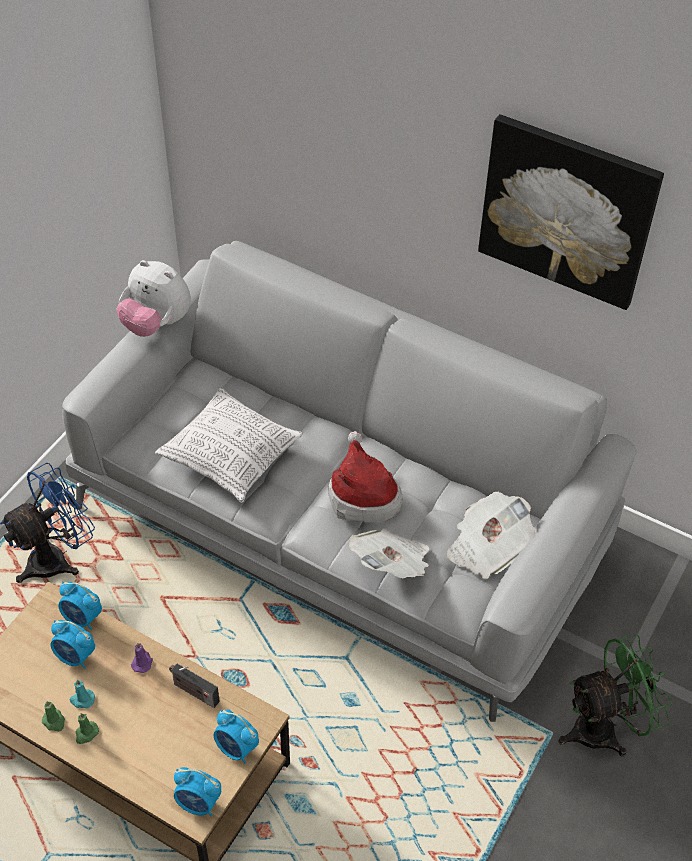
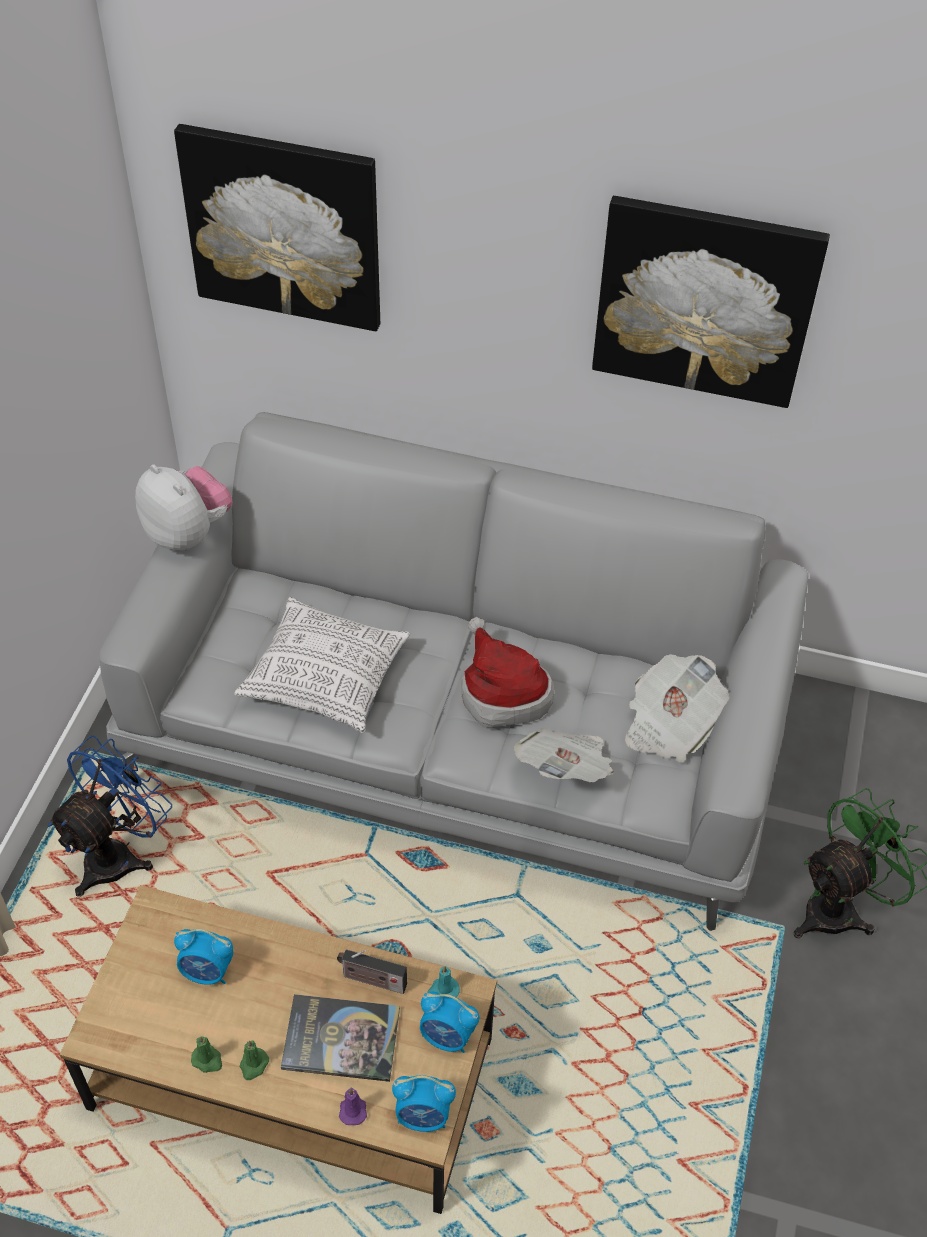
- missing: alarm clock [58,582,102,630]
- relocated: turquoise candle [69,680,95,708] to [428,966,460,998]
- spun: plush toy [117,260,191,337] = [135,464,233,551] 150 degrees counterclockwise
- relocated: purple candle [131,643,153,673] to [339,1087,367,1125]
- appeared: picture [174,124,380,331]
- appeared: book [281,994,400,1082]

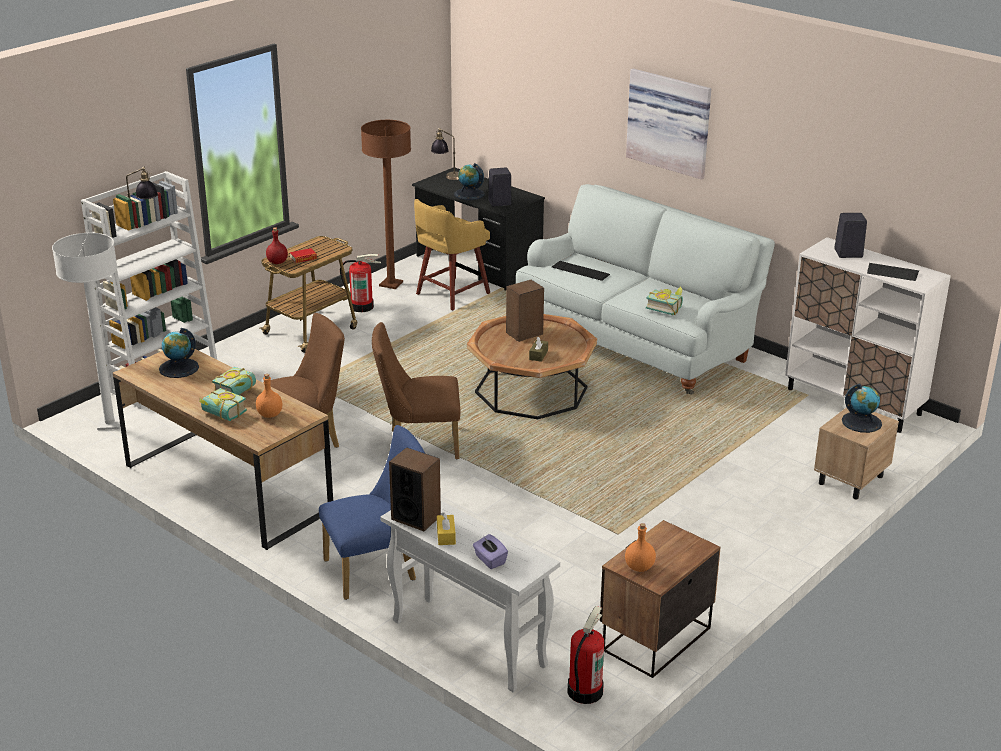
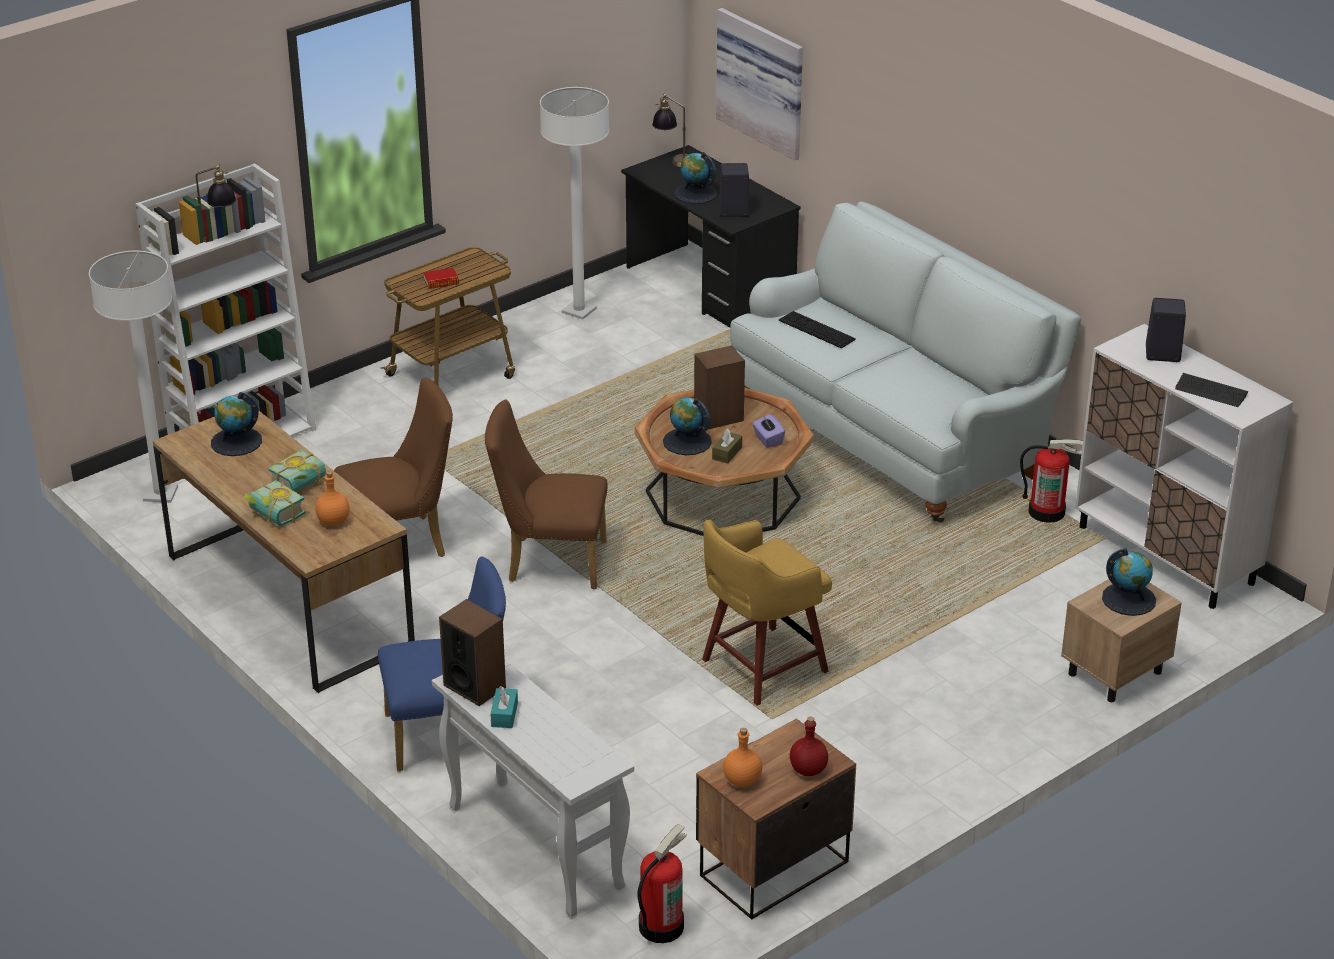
- relocated: red bottle [266,227,288,264] to [790,717,828,776]
- relocated: fire extinguisher [340,254,381,312] to [1020,439,1083,523]
- colour: brown floor lamp [361,120,411,289] to white floor lamp [540,87,609,319]
- relocated: yellow stool [414,199,490,310] to [702,520,832,706]
- colour: yellow tissue box [437,512,456,545] to turquoise tissue box [490,686,518,728]
- relocated: purple tissue box [473,534,508,569] to [752,414,785,448]
- relocated: picture [626,69,711,180] to [716,8,803,161]
- missing: book [646,287,683,315]
- appeared: globe [663,397,712,455]

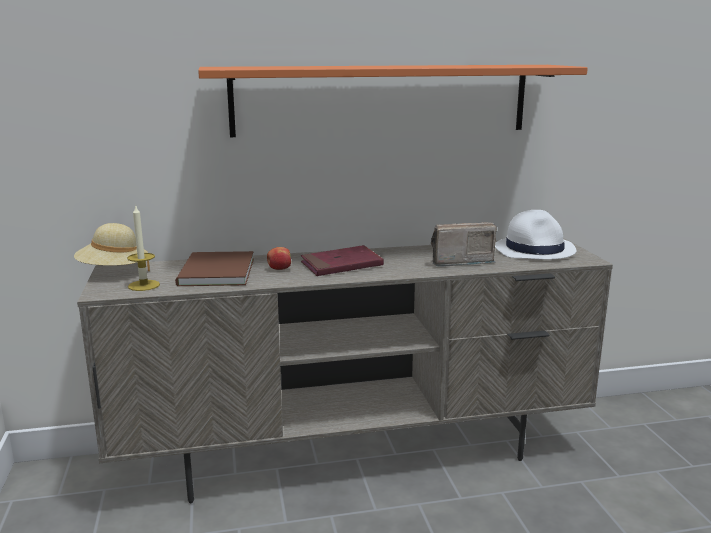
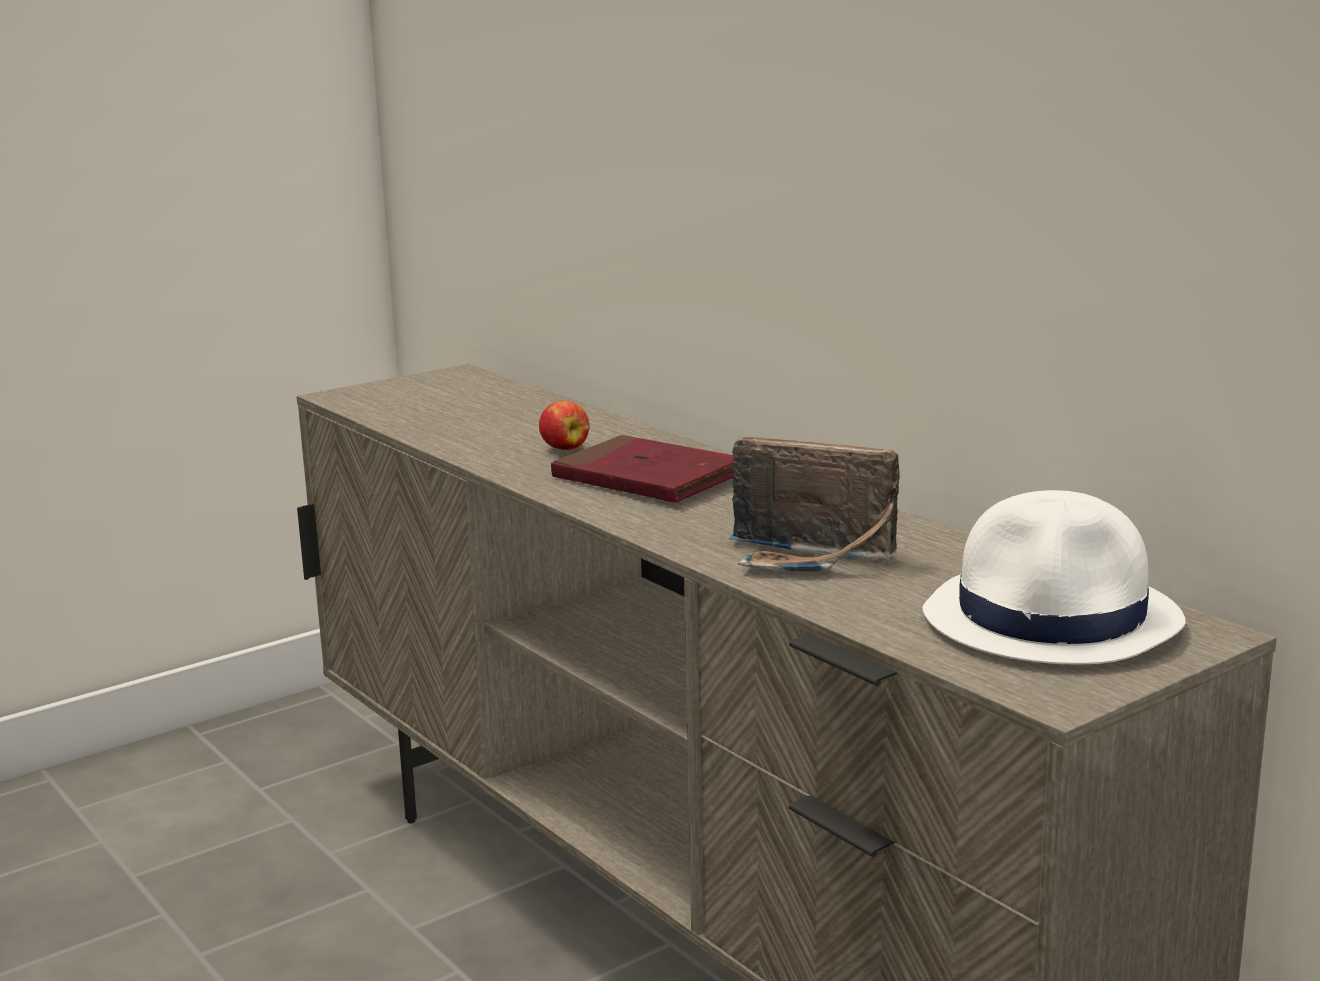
- missing: beige hat [74,223,150,271]
- missing: candle [127,204,160,291]
- missing: brown book [175,251,254,286]
- missing: orange shelf [198,65,588,137]
- spun: radio [431,222,497,267] = [729,437,900,571] 150 degrees clockwise

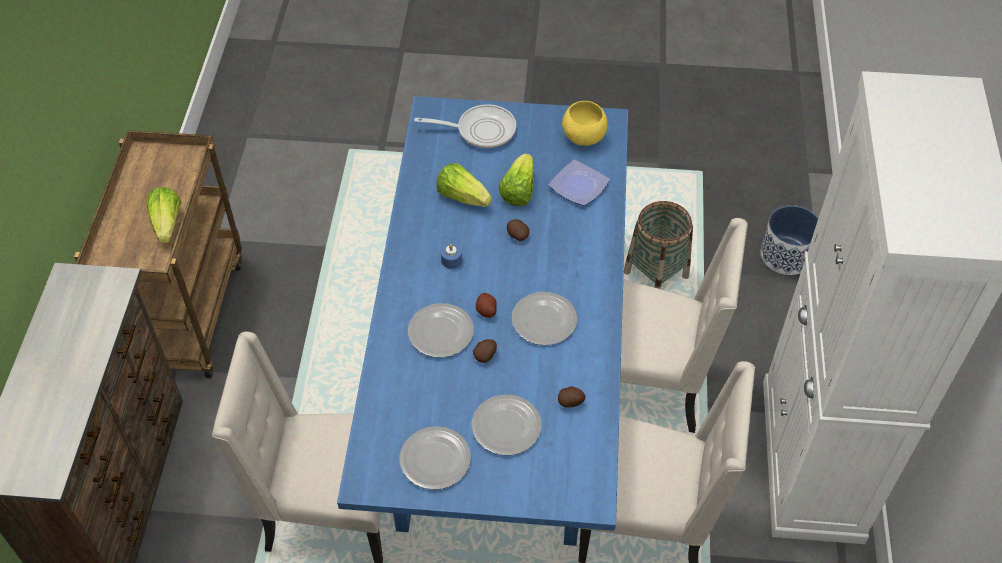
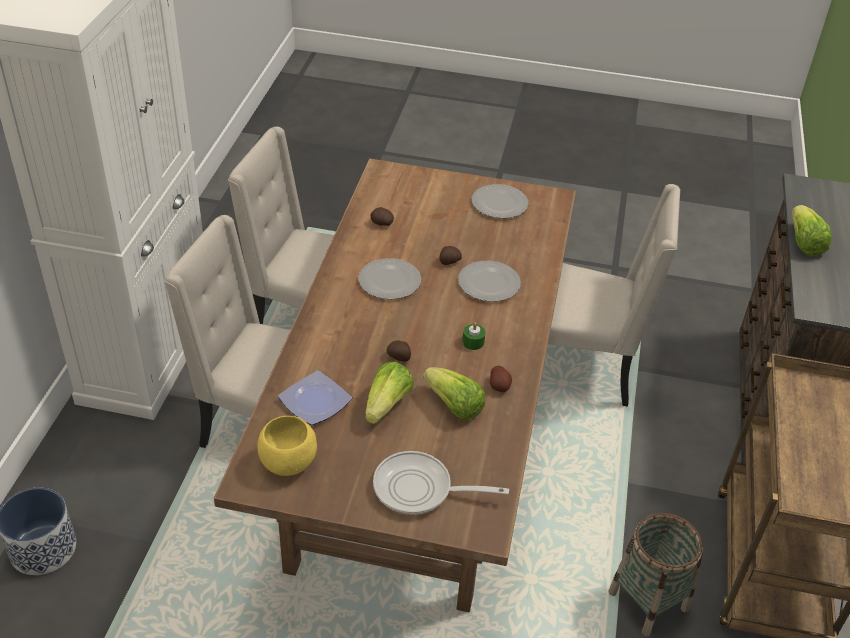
- relocated: lettuce [146,187,182,243] to [792,205,832,256]
- colour: blue dining table [337,96,628,546] to brown dining table [214,159,576,613]
- colour: blue candle [441,244,462,269] to green candle [462,322,486,350]
- missing: plate [472,395,542,455]
- relocated: potato [476,293,497,318] to [490,366,512,392]
- relocated: basket [624,201,693,289] to [608,513,703,636]

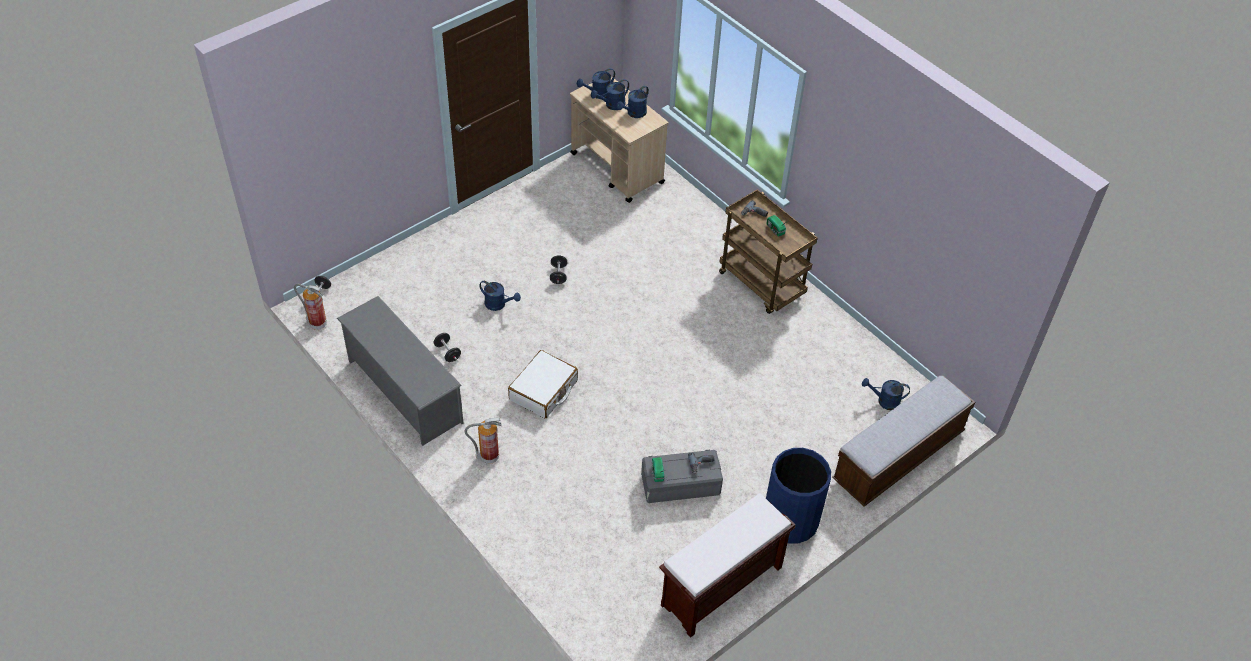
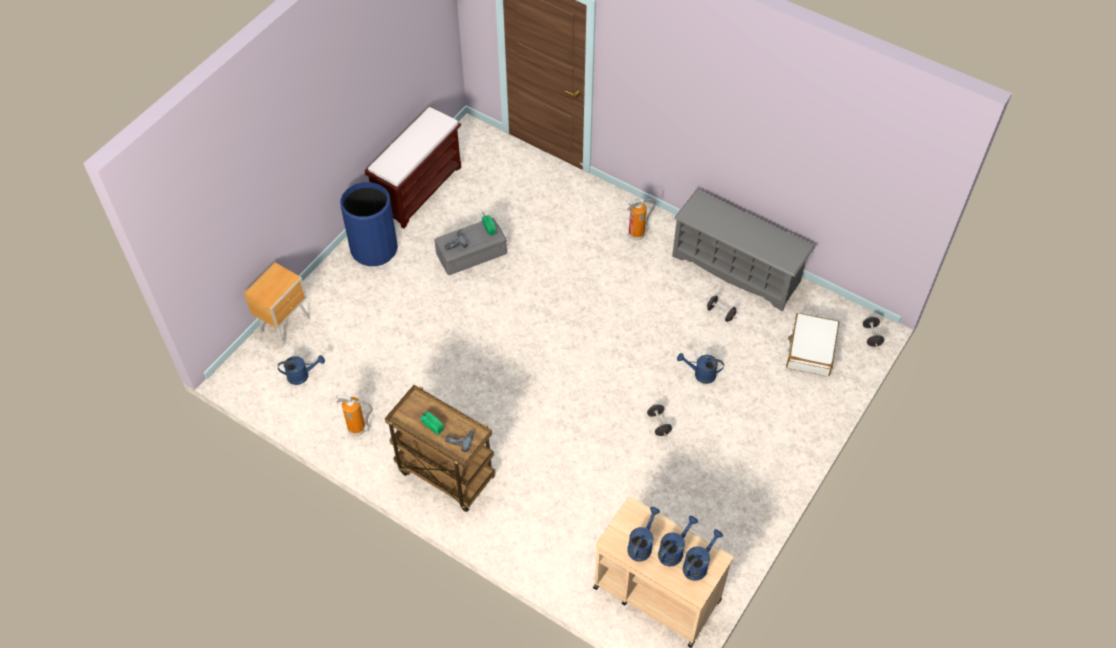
- relocated: fire extinguisher [294,284,327,330] to [336,395,373,436]
- relocated: white suitcase [508,350,578,418] to [786,313,839,377]
- exchanged: bench [832,375,975,507] to brown nightstand [244,262,310,347]

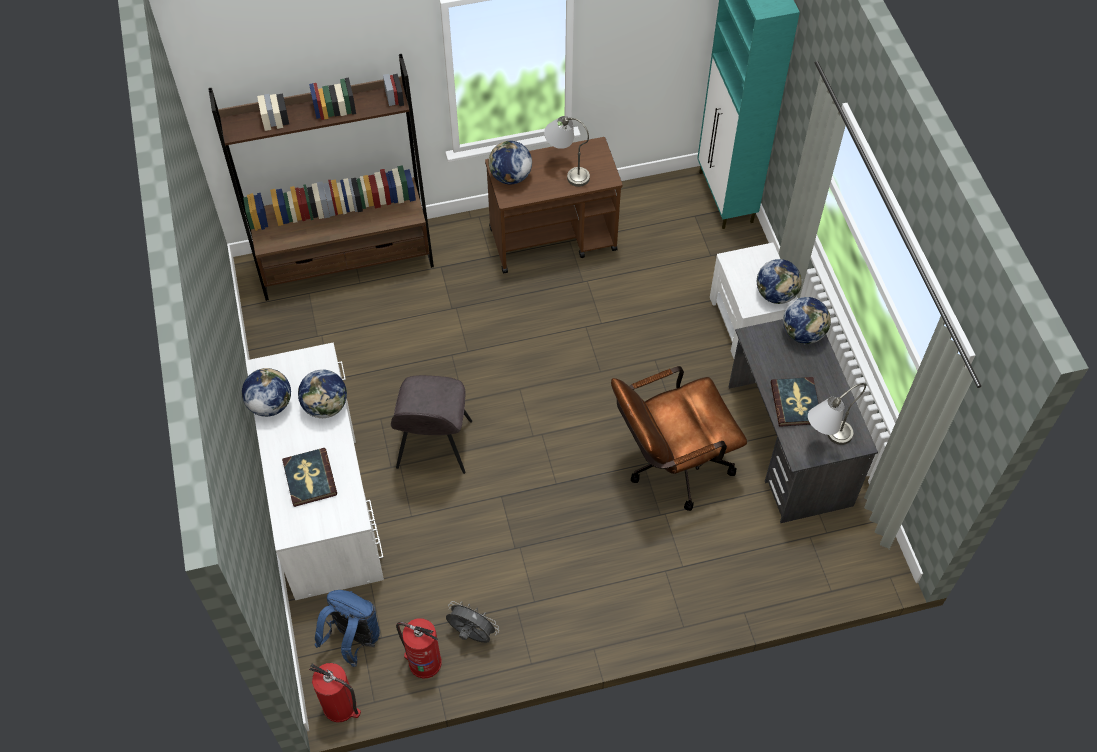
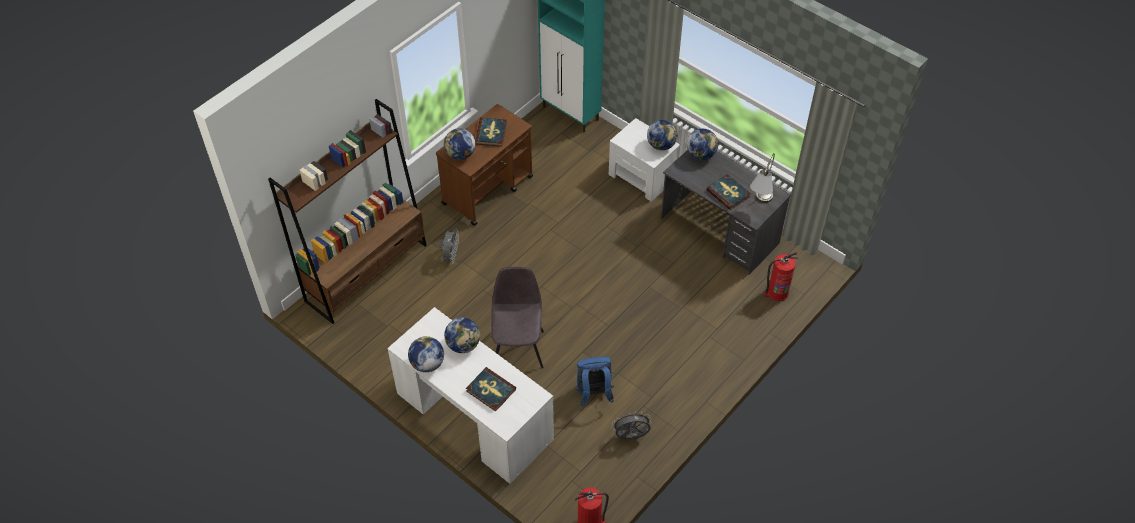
- relocated: blue backpack [315,590,380,667] to [575,356,614,406]
- spun: grey chair [391,375,472,474] = [491,267,544,369] 150 degrees counterclockwise
- relocated: fire extinguisher [396,618,442,678] to [764,252,798,301]
- exchanged: grey table lamp [544,116,590,187] to book [475,117,507,147]
- missing: brown office chair [611,366,747,511]
- appeared: grey fan [439,229,459,263]

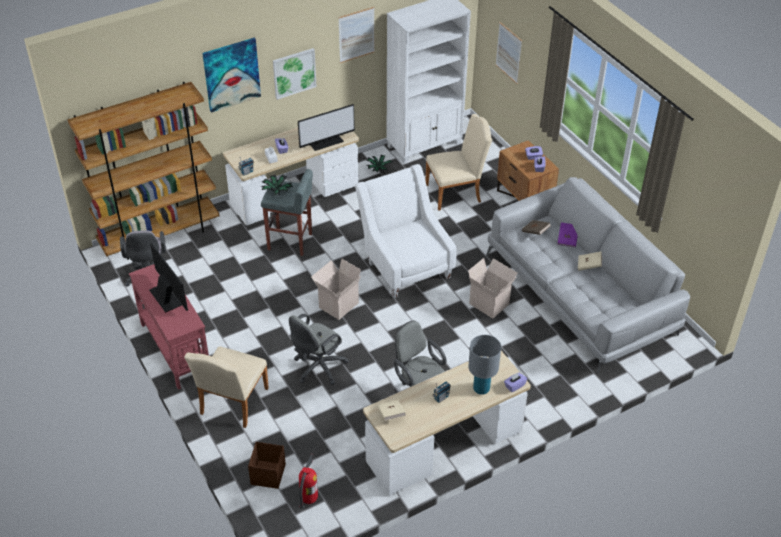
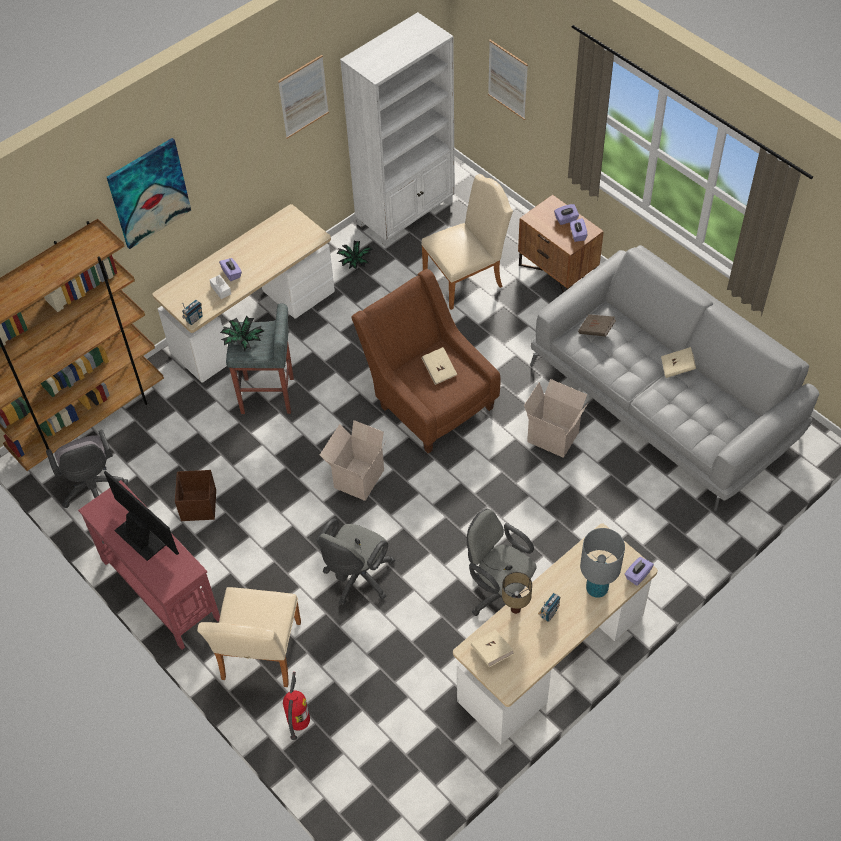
- relocated: brown storage box [248,442,286,489] to [175,470,216,521]
- missing: picture [273,48,317,100]
- missing: monitor [298,104,355,151]
- relocated: fire extinguisher [299,454,318,509] to [283,672,310,740]
- colour: white armchair [355,164,457,298] to brown armchair [351,269,500,454]
- missing: purple book [557,222,578,247]
- appeared: beige book [422,347,457,385]
- appeared: table lamp [502,572,532,614]

